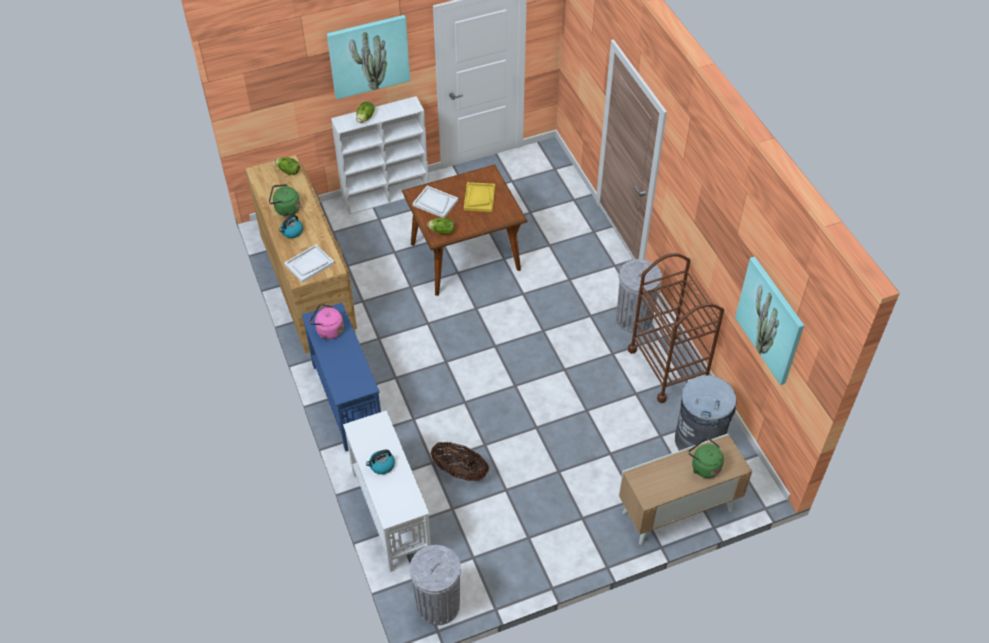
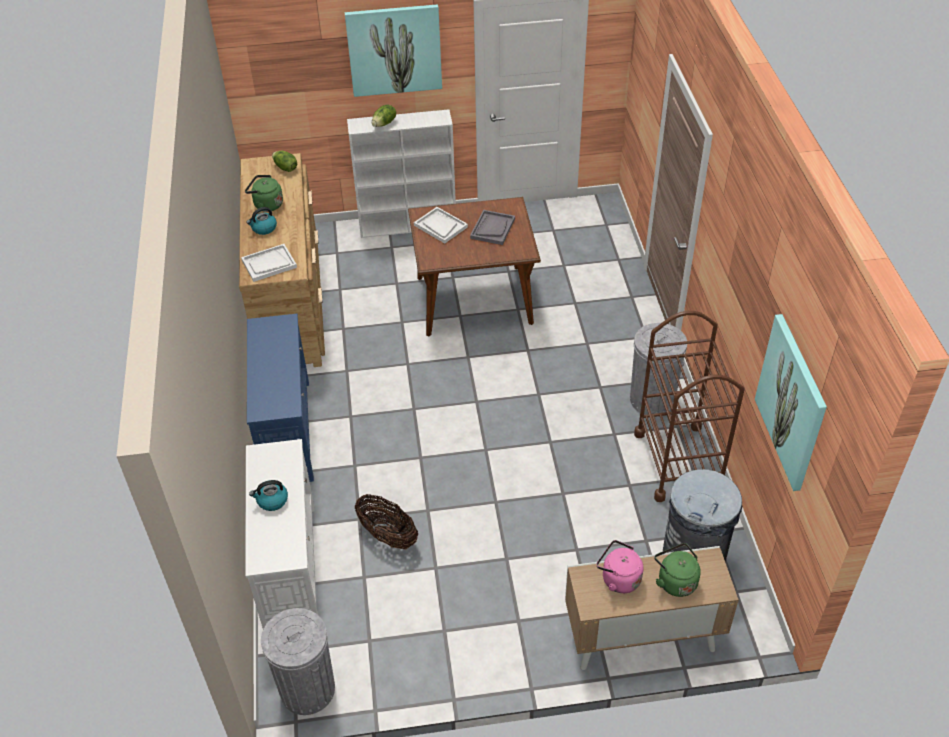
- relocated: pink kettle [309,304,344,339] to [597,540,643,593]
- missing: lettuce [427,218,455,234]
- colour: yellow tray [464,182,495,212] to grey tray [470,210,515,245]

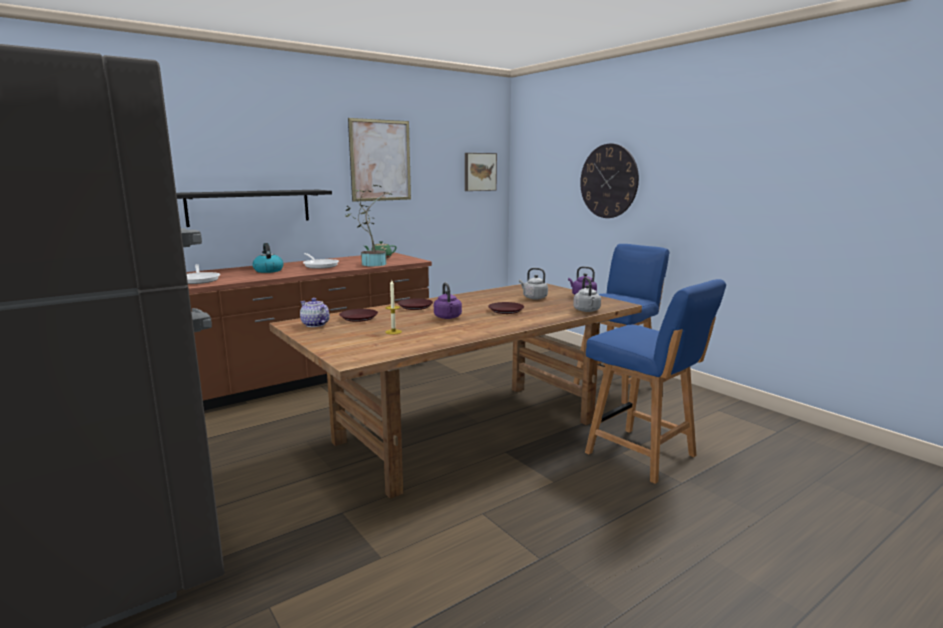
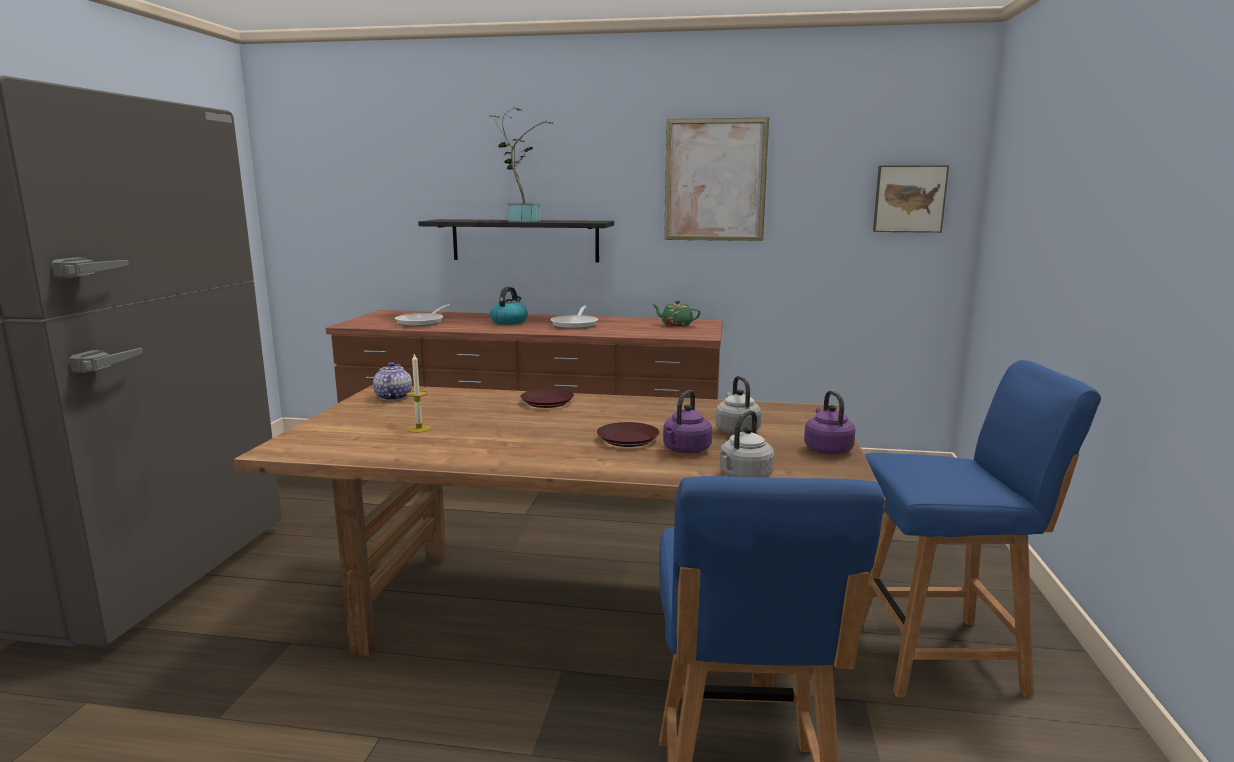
- missing: brown plate [339,309,378,322]
- relocated: potted plant [345,185,391,266] to [488,107,553,222]
- relocated: purple kettle [434,282,462,319] to [663,390,712,454]
- missing: wall clock [580,144,639,218]

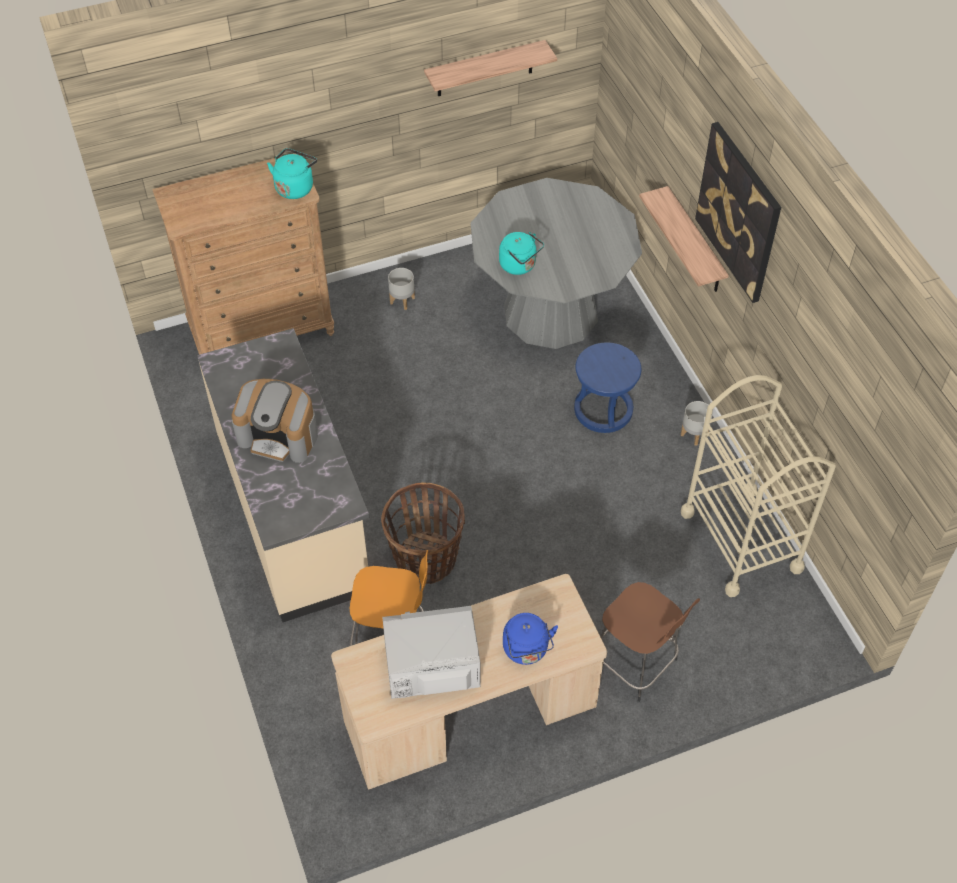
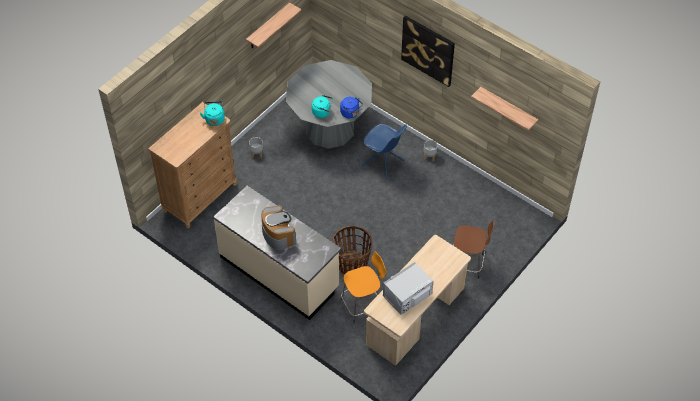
- spun: coffee machine [231,379,318,463] = [261,206,296,250] 105 degrees counterclockwise
- relocated: blue kettle [503,613,558,665] to [340,97,363,118]
- exchanged: blue stool [574,342,642,433] to blue chair [362,124,407,180]
- relocated: shelf [639,186,729,292] to [471,87,538,131]
- missing: beige cart [681,375,836,597]

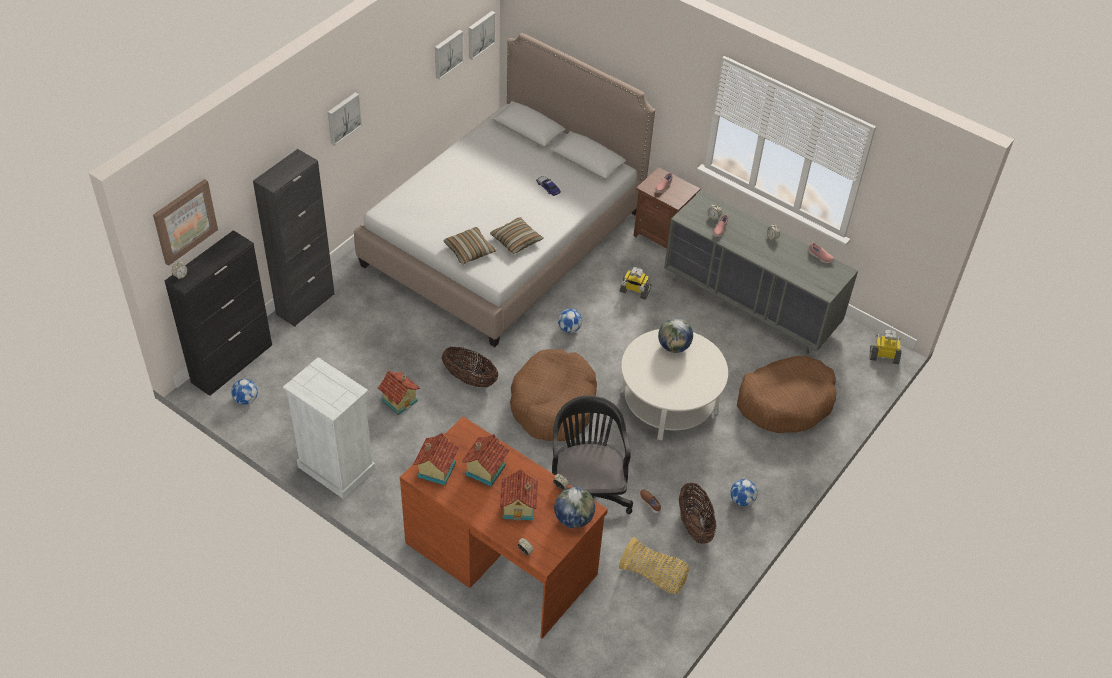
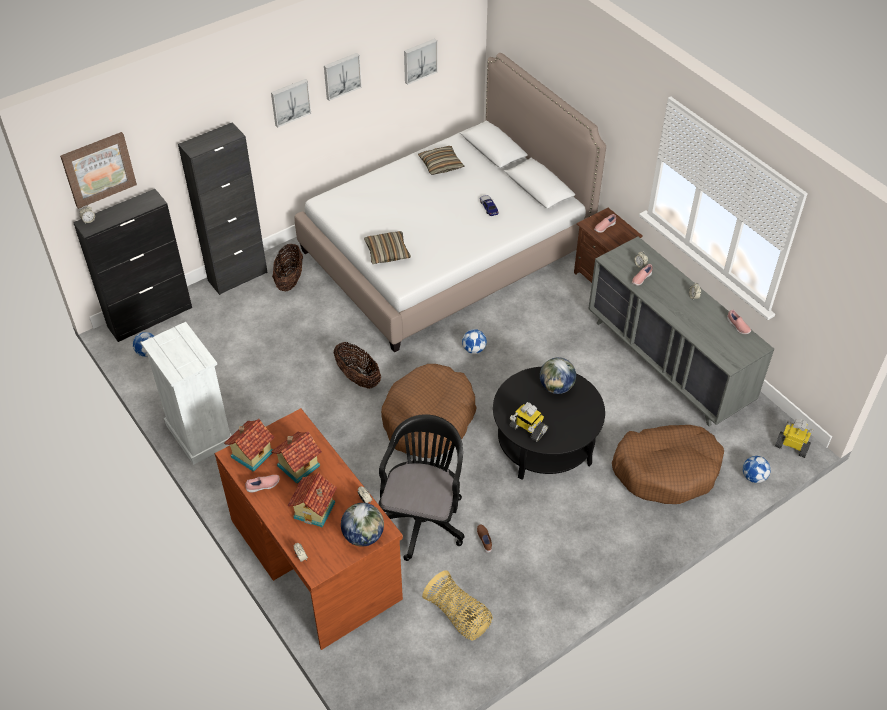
- missing: toy house [378,371,420,415]
- relocated: picture [469,11,495,60] to [324,53,362,101]
- relocated: pillow [490,217,543,254] to [418,146,465,175]
- relocated: toy robot [619,267,651,300] to [510,402,548,442]
- colour: white coffee table [621,329,728,440] to black coffee table [493,367,605,480]
- relocated: basket [679,483,716,543] to [272,244,303,291]
- relocated: football [730,479,758,506] to [743,456,771,483]
- appeared: pink shoe [245,475,279,492]

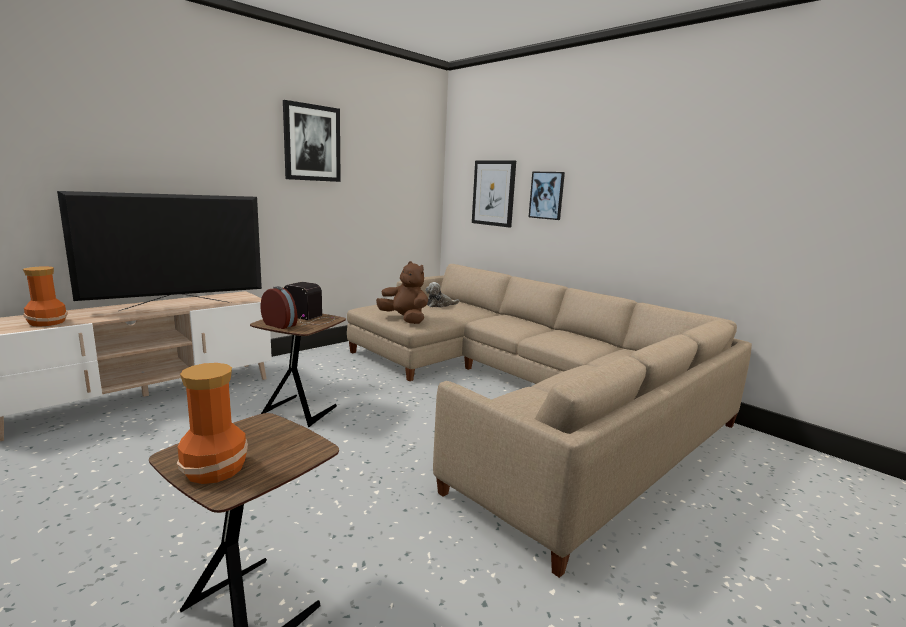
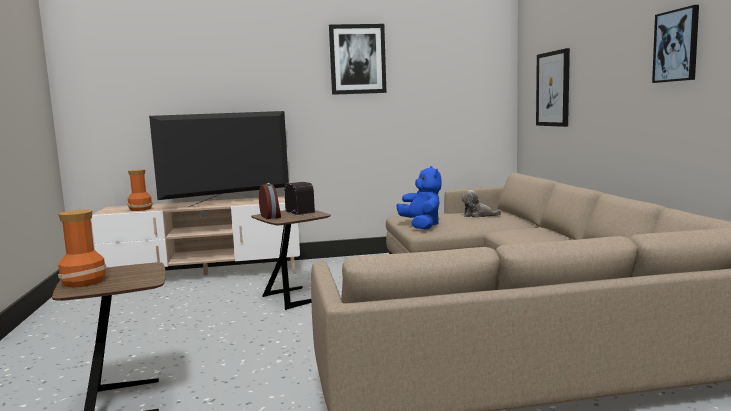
- spun: television [57,191,262,311] = [149,111,289,207] 150 degrees clockwise
- colour: brown plush toy [376,261,428,324] to blue plush toy [397,166,442,230]
- relocated: picture [529,172,565,220] to [652,5,699,83]

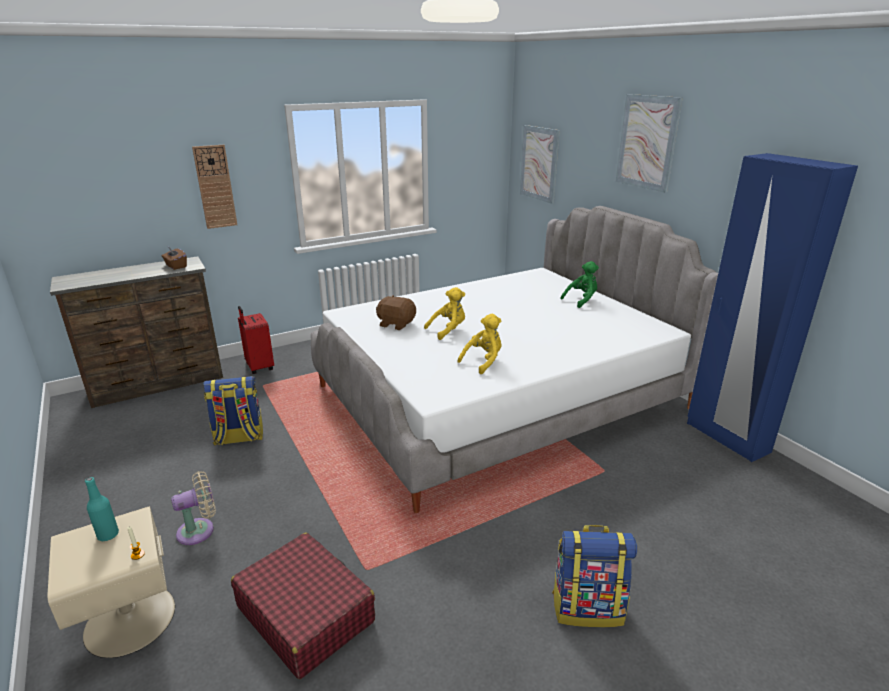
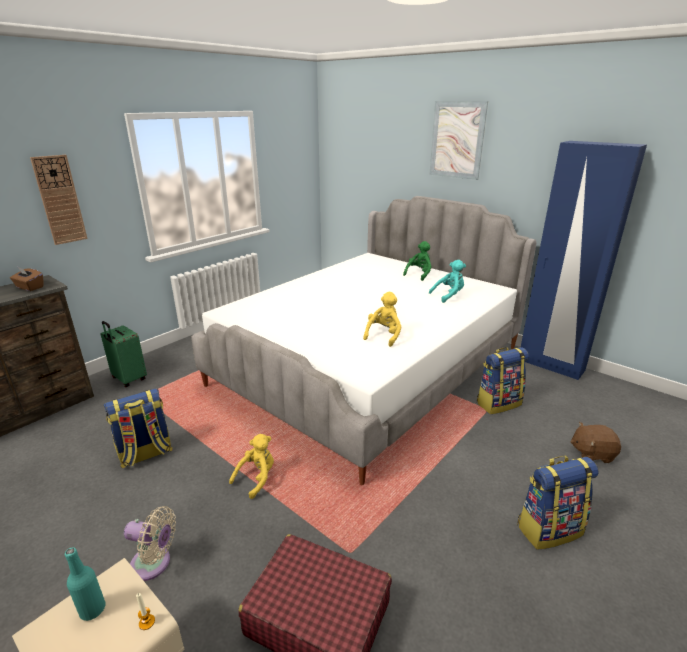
- spun: beige fan [171,471,216,545] = [124,506,176,581] 60 degrees clockwise
- colour: red suitcase [238,306,274,374] to green suitcase [100,321,147,387]
- relocated: brown plush toy [376,295,416,330] to [570,422,621,463]
- relocated: yellow plush toy [424,287,465,340] to [229,434,274,499]
- missing: picture [520,125,560,204]
- appeared: turquoise plush toy [429,260,466,303]
- appeared: backpack [477,347,529,414]

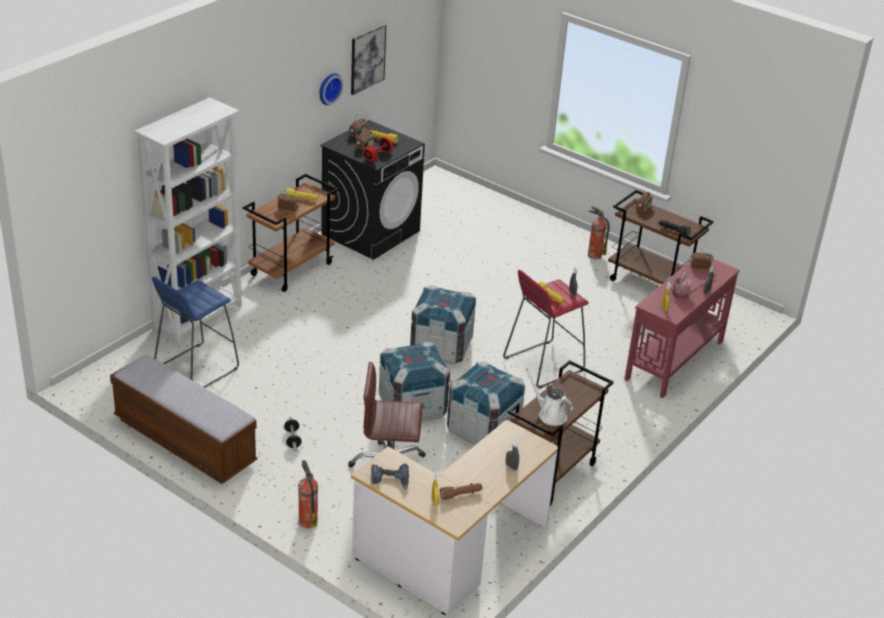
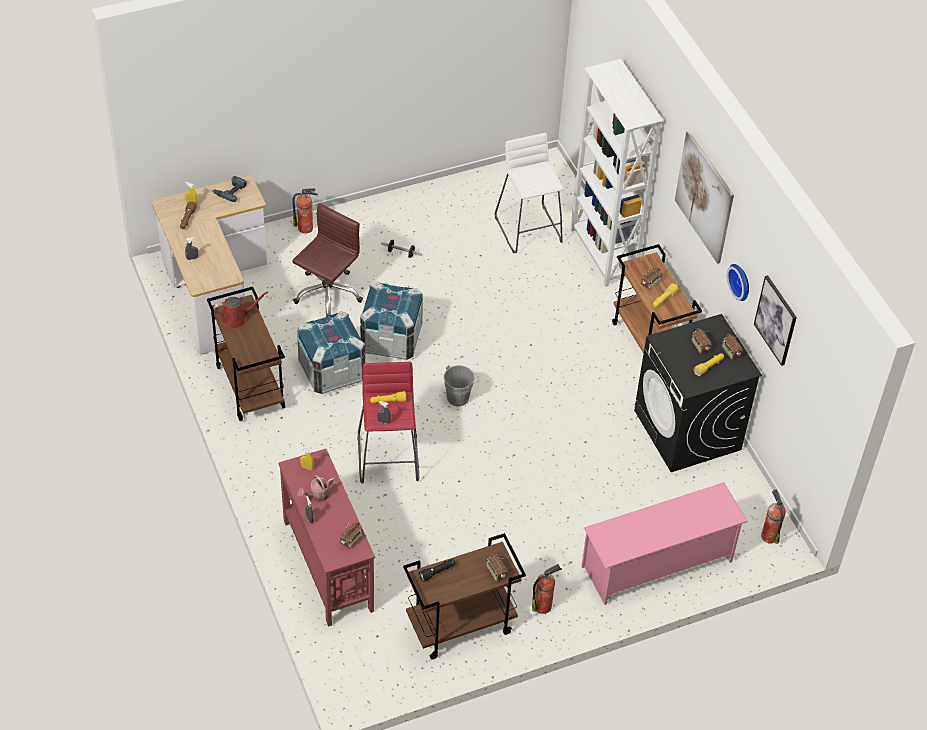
- missing: bench [110,355,257,484]
- colour: blue stool [152,277,239,388] to white stool [495,133,563,253]
- missing: red dumbbell [363,137,393,161]
- exchanged: crate [410,285,476,364] to grey bucket [444,365,479,406]
- colour: white watering can [526,369,573,426] to red watering can [214,291,268,329]
- appeared: pink shoe rack [581,482,748,605]
- appeared: picture [675,131,734,264]
- appeared: fire extinguisher [761,489,786,544]

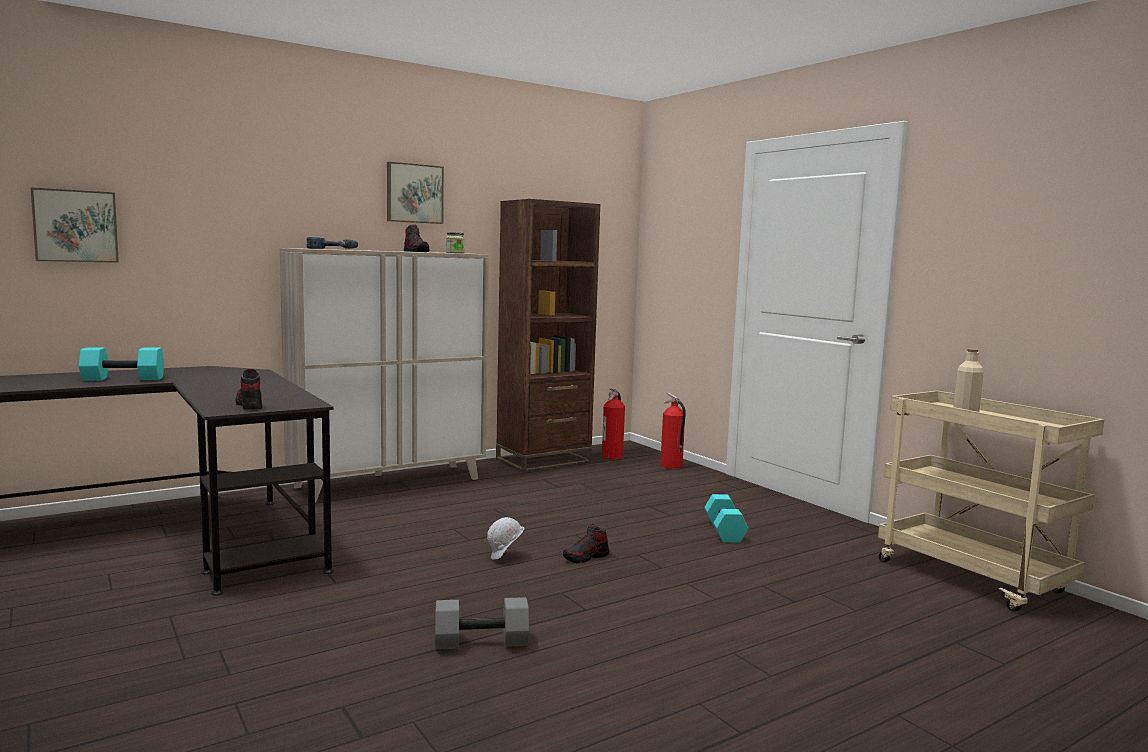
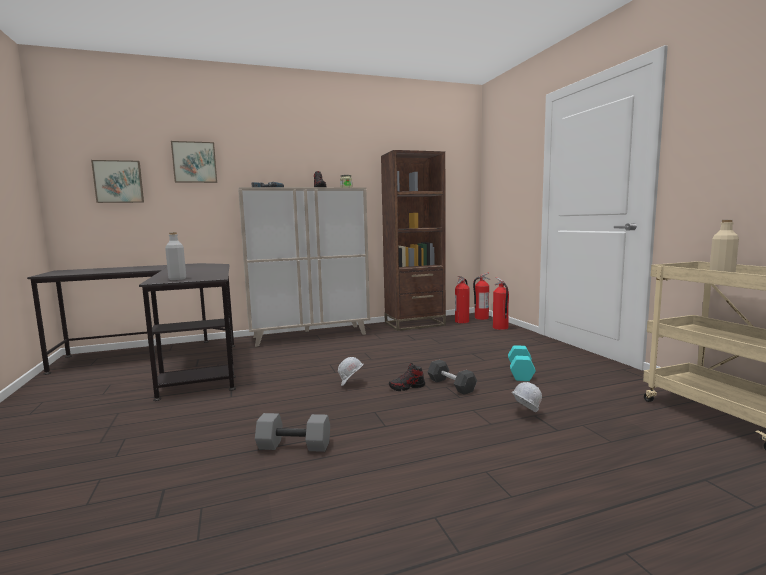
- missing: turquoise dumbbell [79,347,164,381]
- exchanged: shoe [236,369,262,410] to grey bottle [165,232,186,280]
- relocated: picture [387,162,444,224] to [171,141,217,183]
- appeared: grey dumbbell [427,360,477,395]
- appeared: fire extinguisher [473,273,490,320]
- appeared: white hard hat [511,382,542,412]

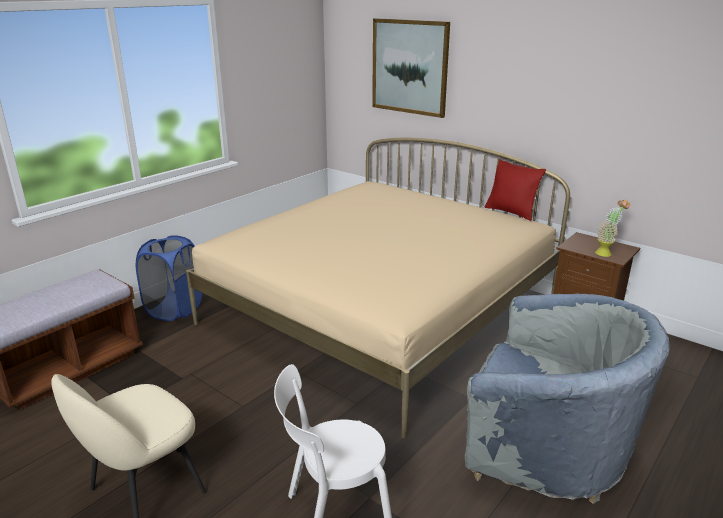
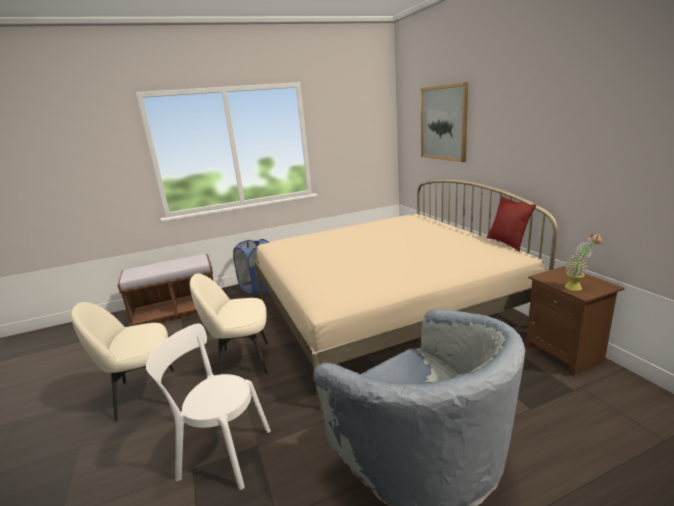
- appeared: beige chair [190,273,268,375]

